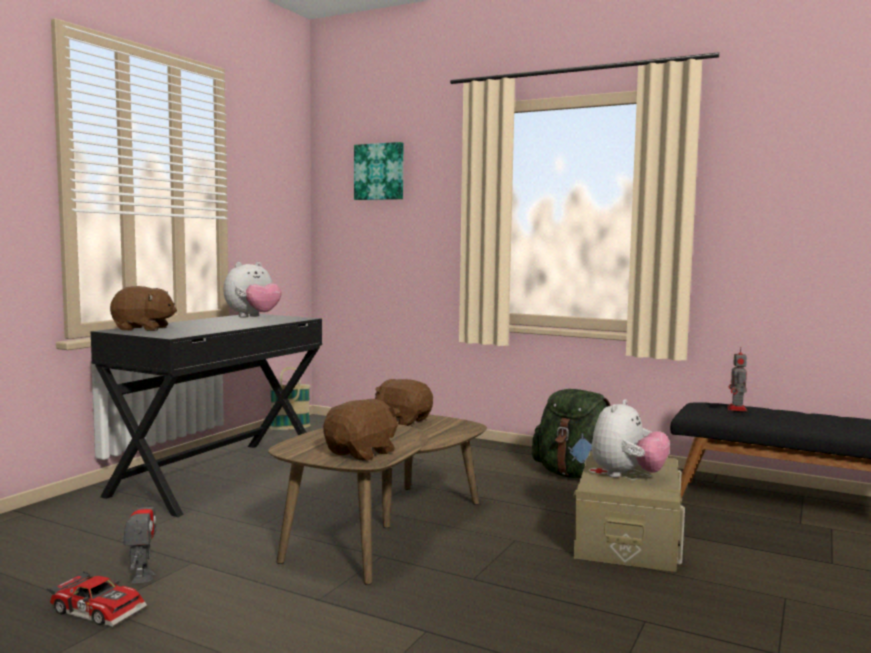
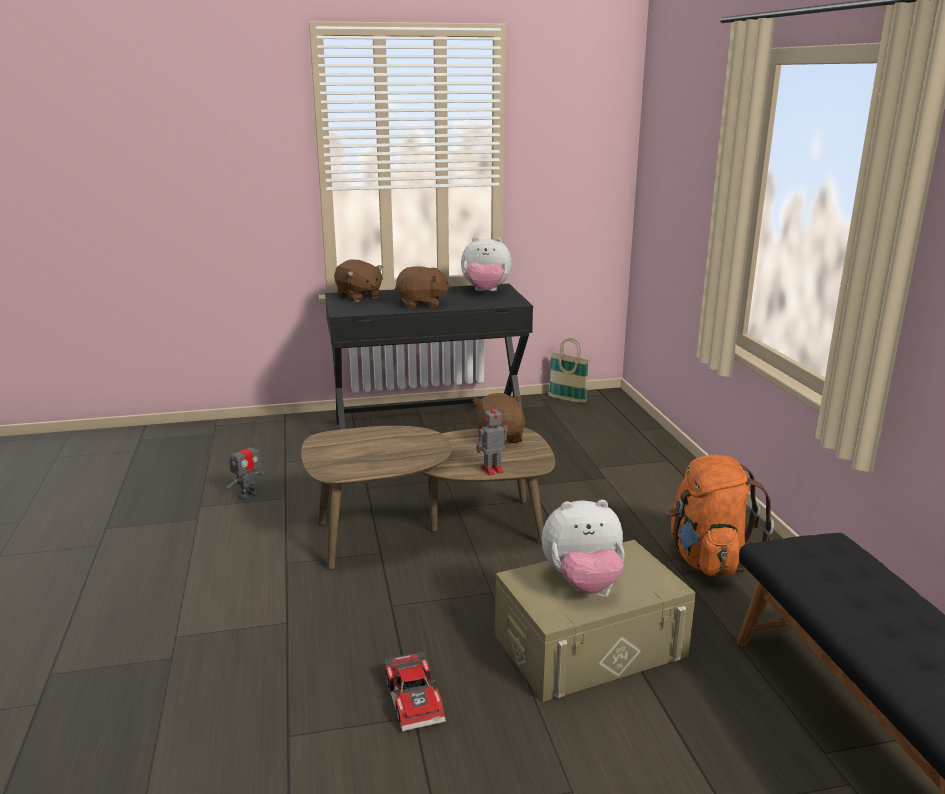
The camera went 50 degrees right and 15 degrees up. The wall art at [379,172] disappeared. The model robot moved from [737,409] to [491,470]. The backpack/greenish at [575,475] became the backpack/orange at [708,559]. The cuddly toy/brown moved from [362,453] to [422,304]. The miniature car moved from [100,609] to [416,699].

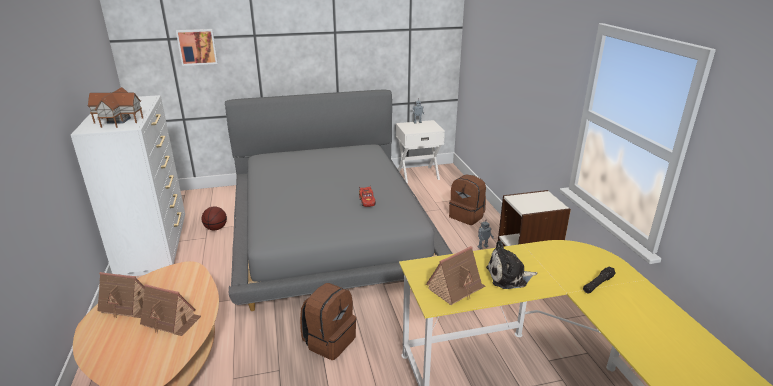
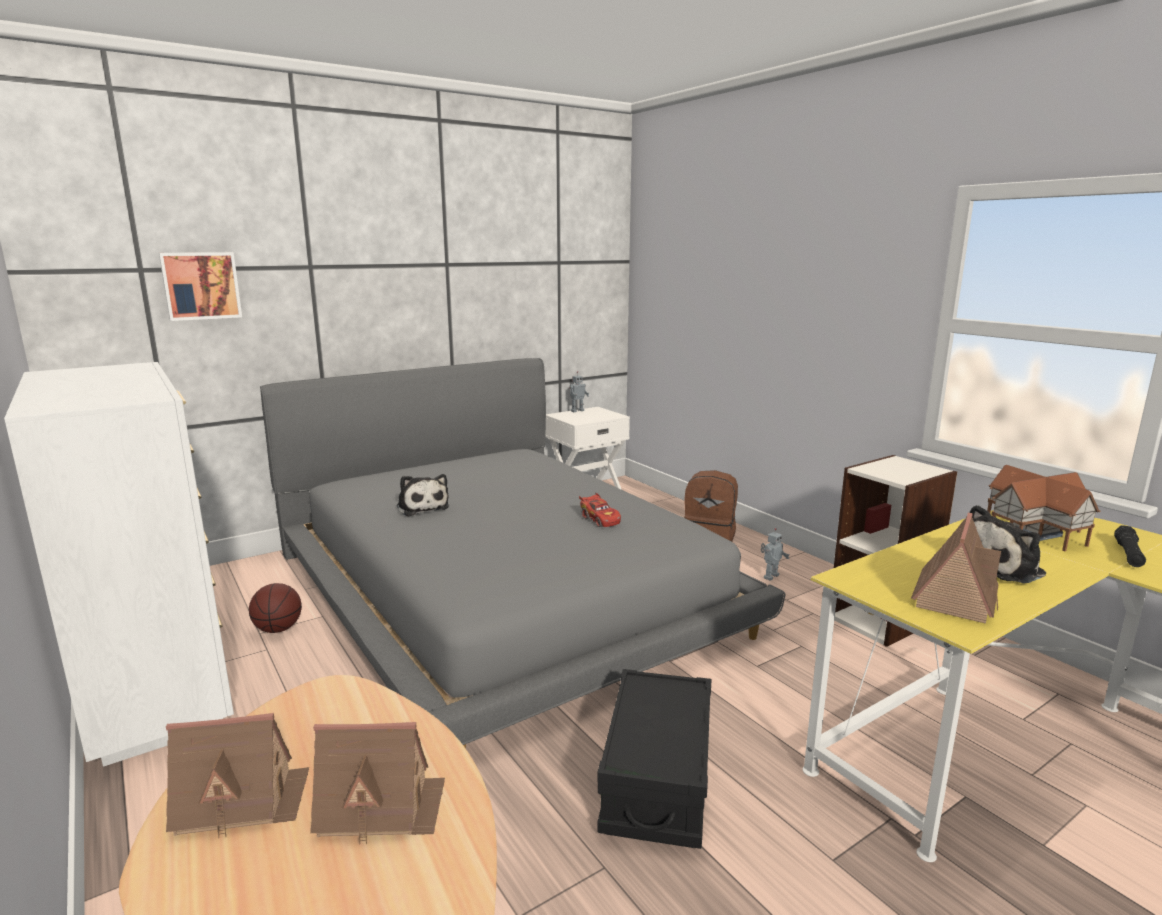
The camera went 20 degrees left and 10 degrees down. The model house moved from [120,120] to [1034,531]. The backpack/brown at [329,341] was replaced by the storage container/black-coloured at [657,781]. The cuddly toy at [422,507] appeared.

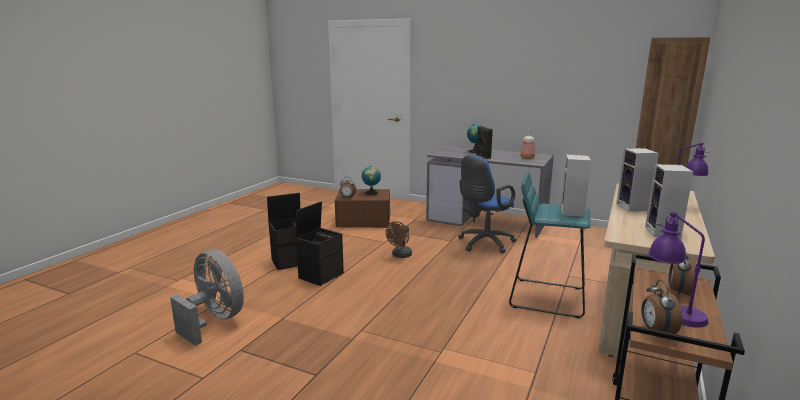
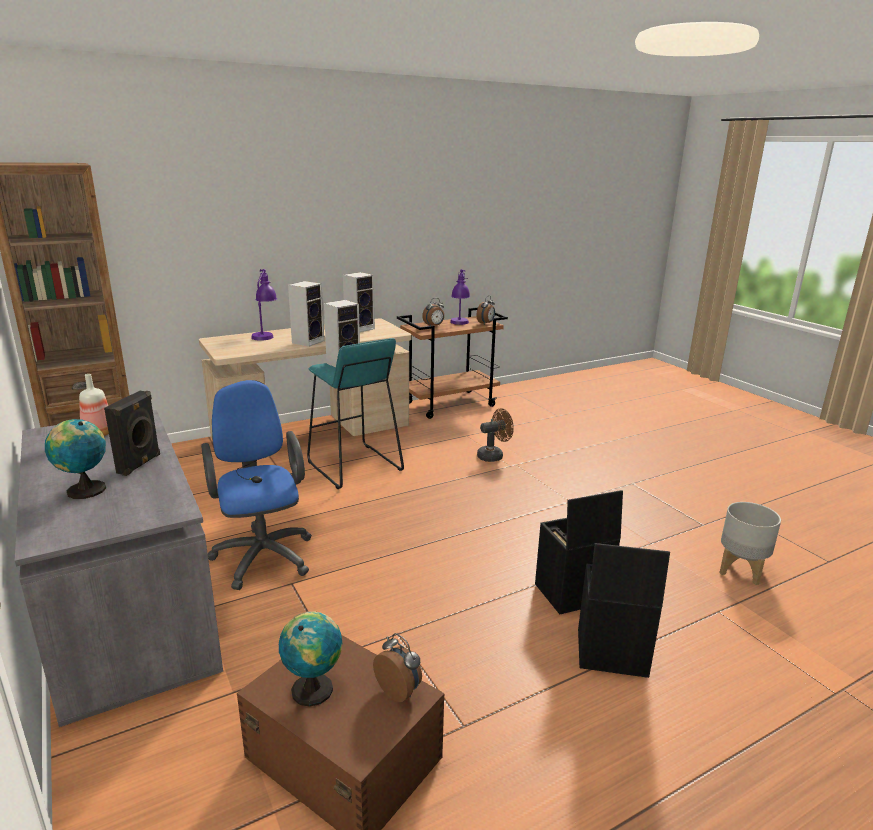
The camera went 145 degrees left and 5 degrees up. The computer chair/bluish at [483,244] turned 105 degrees counterclockwise. The electric fan/brown moved from [400,255] to [493,456]. The electric fan/gray at [214,320] was replaced by the planter/gray at [741,570].

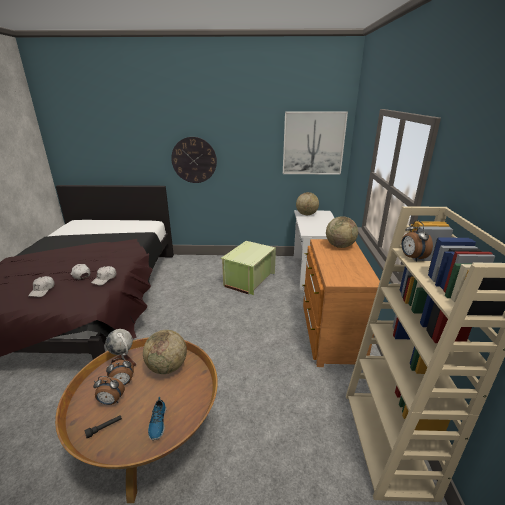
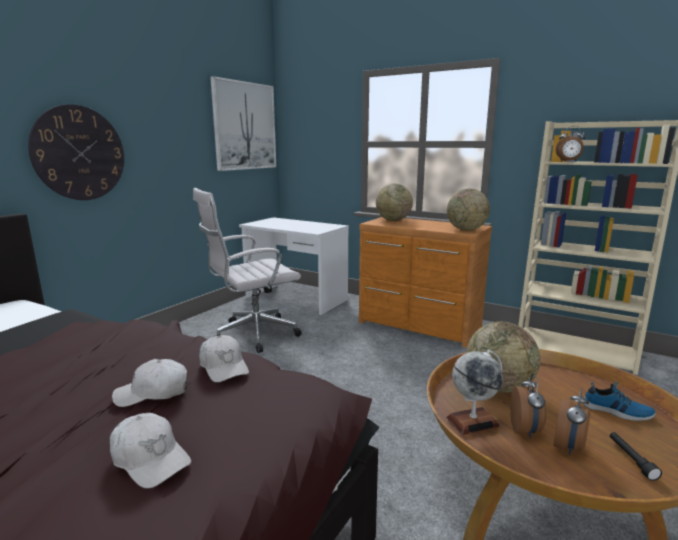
The camera went 60 degrees left and 10 degrees down. The world globe moved from [306,214] to [466,230]. The storage container/greenish at [248,279] was replaced by the computer chair/white at [252,335].

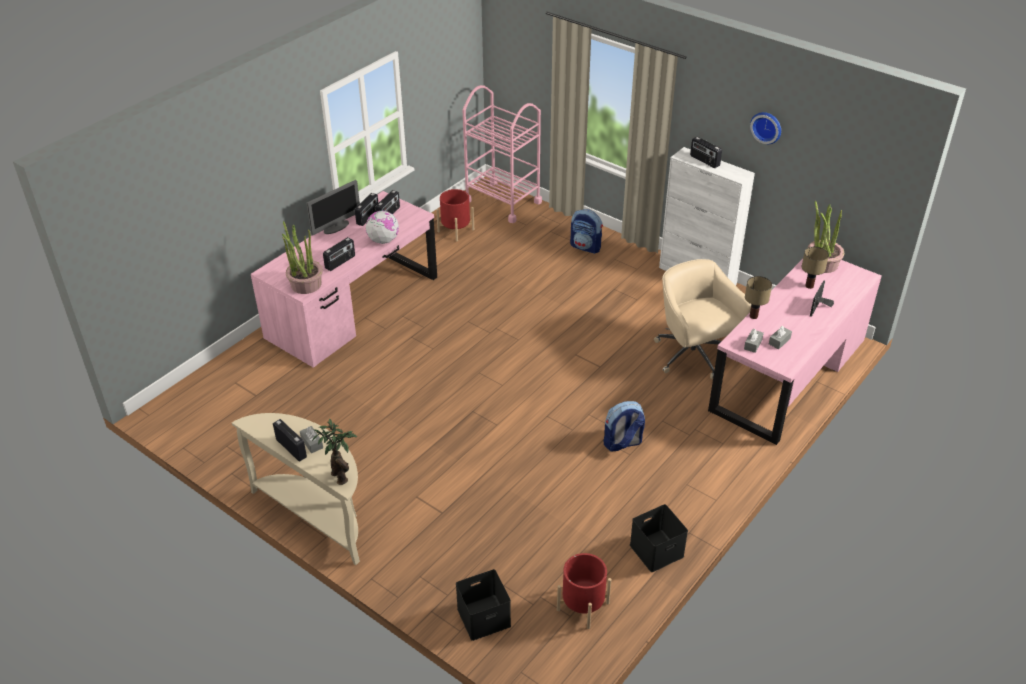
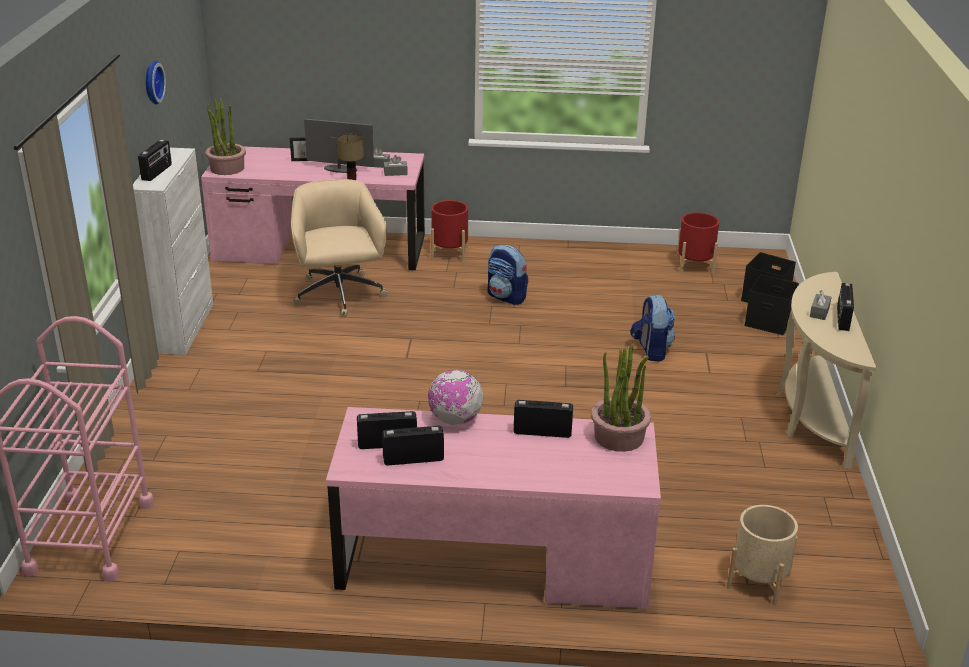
The camera went 125 degrees left and 10 degrees down. The computer screen moved from [336,227] to [340,169]. The planter/red-coloured moved from [456,230] to [449,253]. The backpack moved from [586,247] to [651,350]. The table lamp at [809,286] disappeared. The computer chair/sand-coloured at [693,356] turned 135 degrees clockwise. The potted plant at [340,475] disappeared. The storage container/black-coloured moved from [656,551] to [770,321]. The planter/sand-coloured at [758,581] appeared.

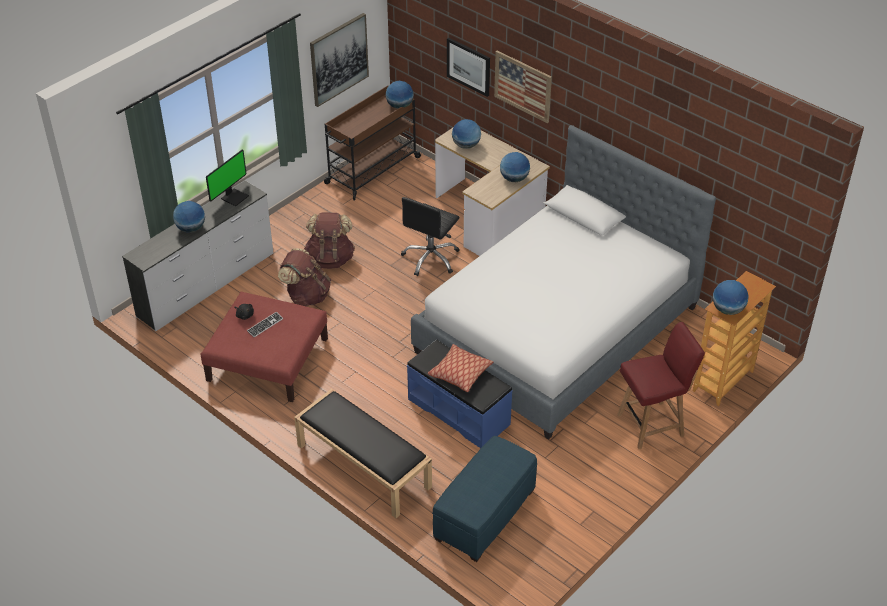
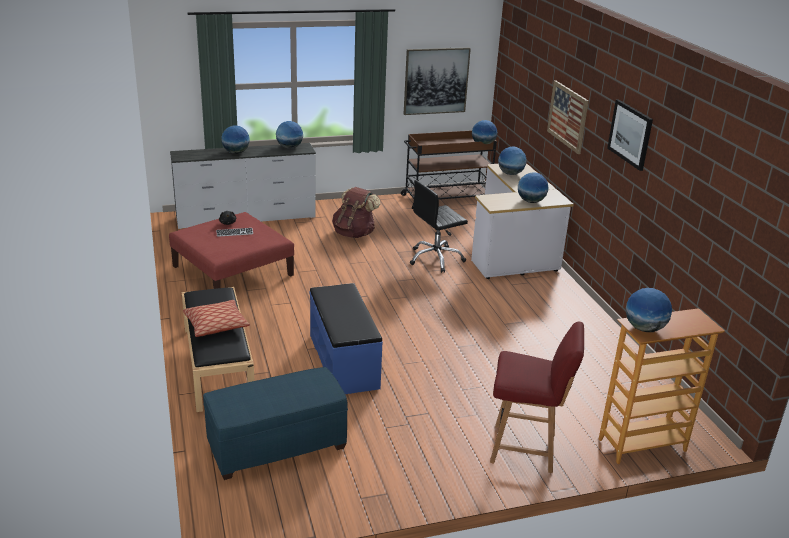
The camera went 30 degrees right and 15 degrees down. The wall art moved from [468,66] to [630,134]. The bed at [557,329] disappeared. The computer screen at [234,197] was replaced by the world globe at [289,147]. The backpack/brown at [306,296] disappeared. The throw pillow moved from [460,373] to [216,325].

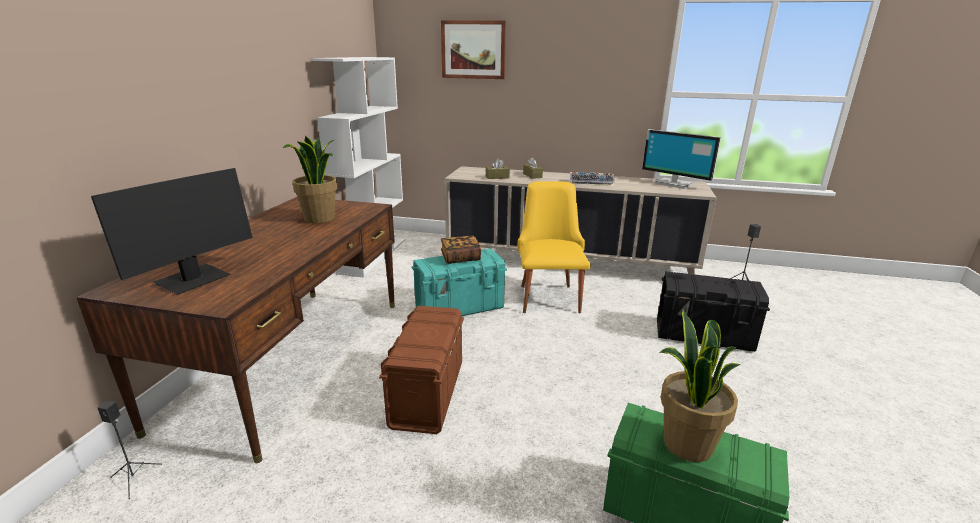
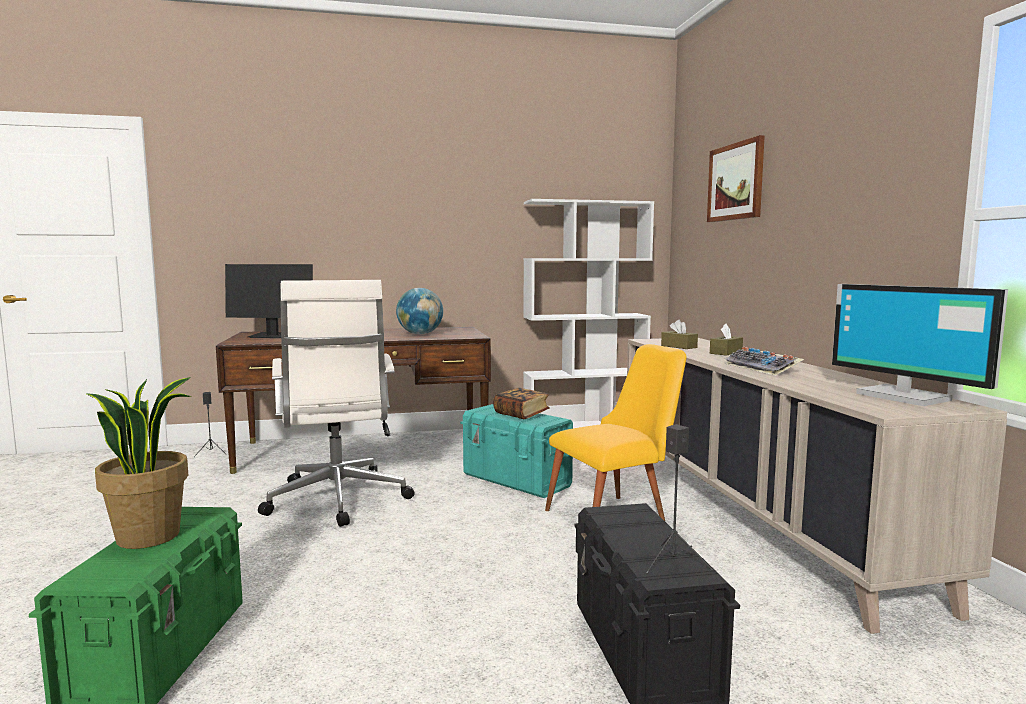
The camera went 65 degrees right and 15 degrees down. The computer screen at [674,184] turned 45 degrees counterclockwise. The potted plant at [319,219] was replaced by the world globe at [420,334]. The storage container/brown at [427,394] was replaced by the computer chair/white at [337,500].

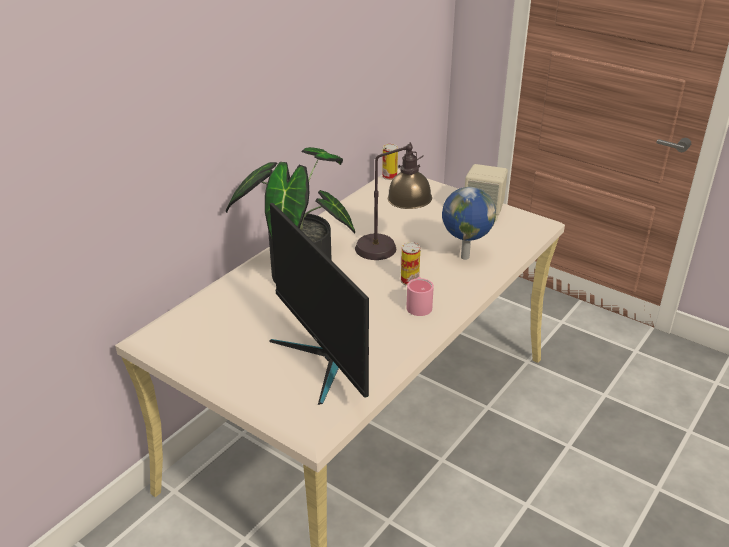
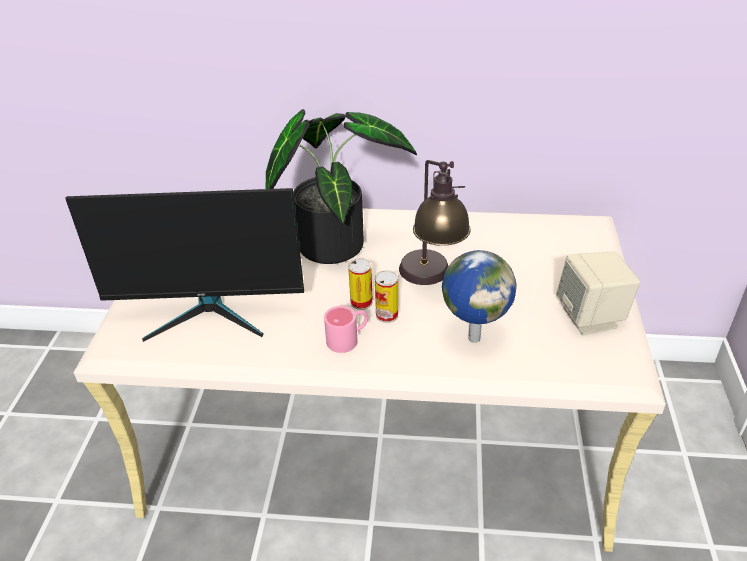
The camera went 60 degrees right and 5 degrees up. The sealed can moved from [389,176] to [361,302]. The computer screen at [324,360] turned 120 degrees counterclockwise.

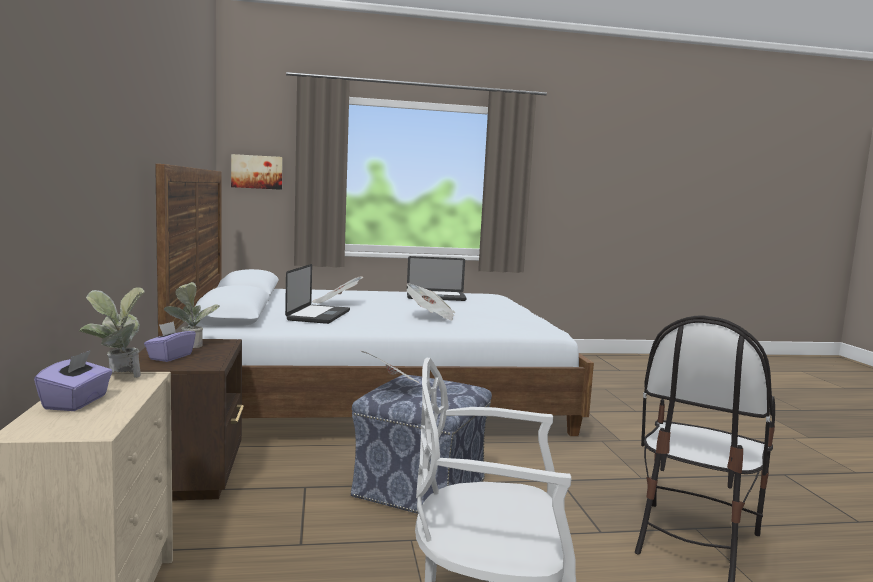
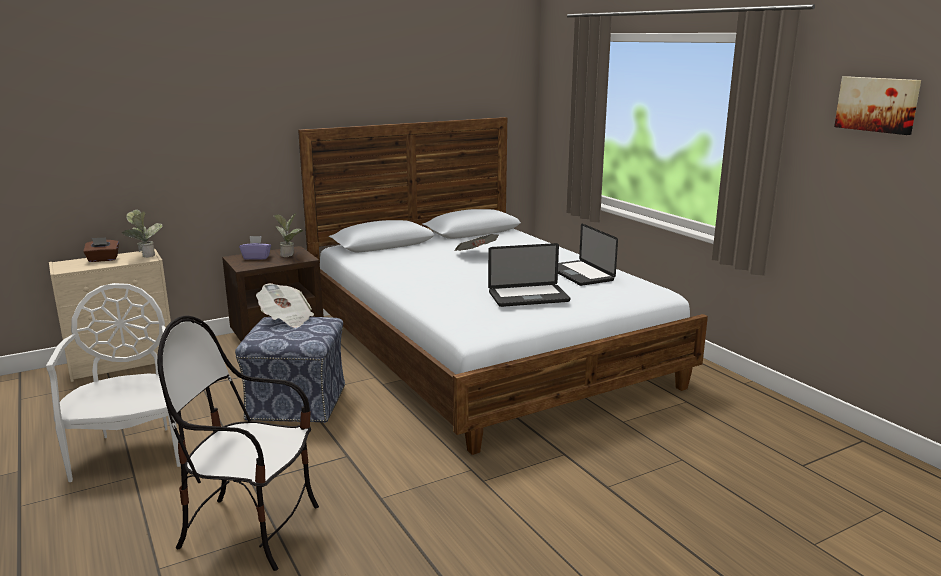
The camera went 70 degrees right and 10 degrees up. The wall art moved from [257,172] to [877,104]. The portable computer moved from [319,315] to [528,297]. The newspaper at [431,316] disappeared. The tissue holder/purple at [76,402] became the tissue holder/brown at [103,259].

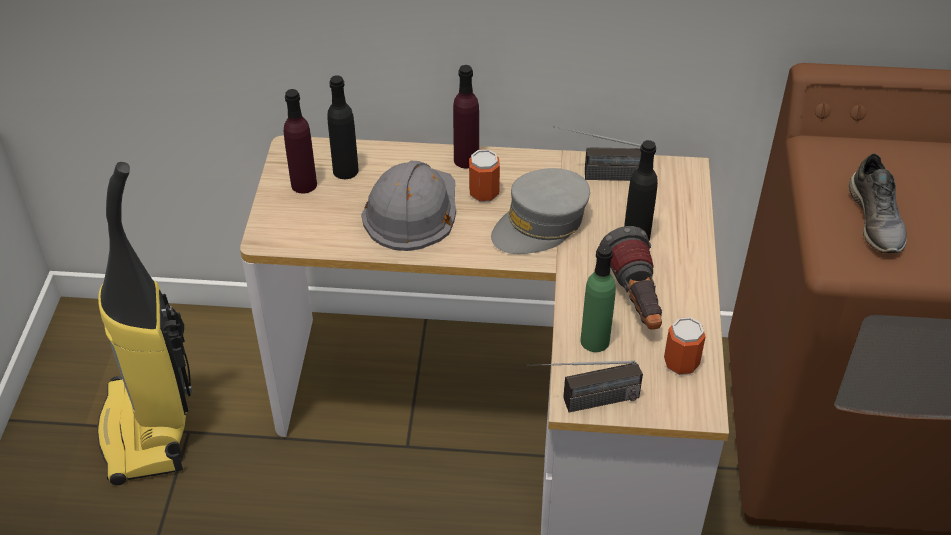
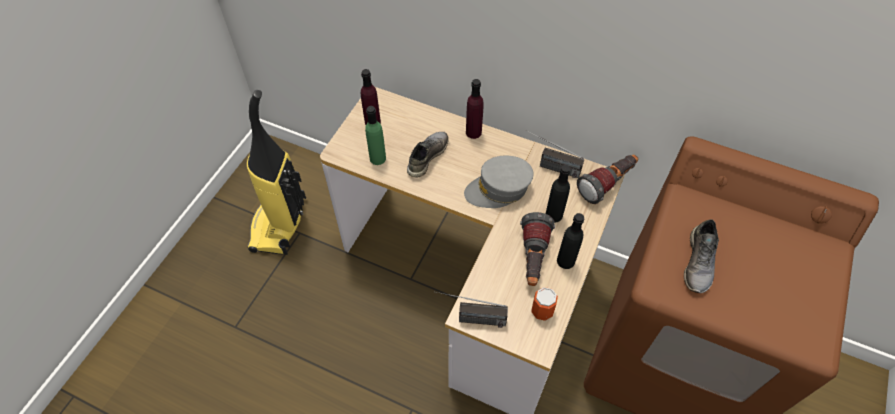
The camera went 20 degrees right and 10 degrees up. The beverage bottle/black-coloured moved from [345,170] to [565,261]. The sealed can at [484,193] disappeared. The work helmet/gray at [411,209] was replaced by the item of footwear/gray at [427,156]. The beverage bottle/greenish moved from [595,341] to [377,158]. The flashlight at [607,184] appeared.

